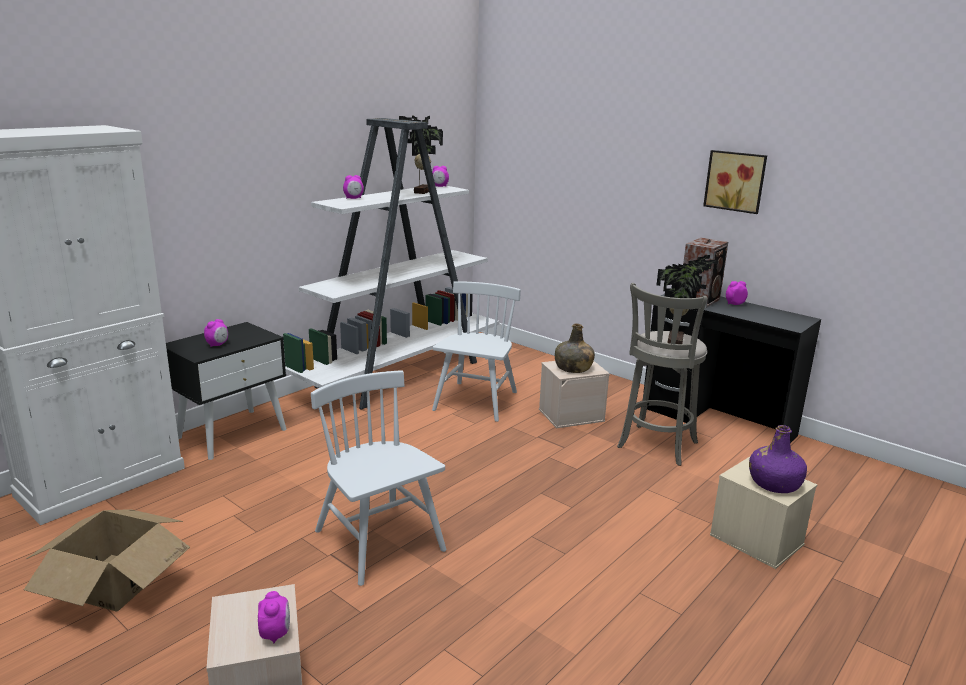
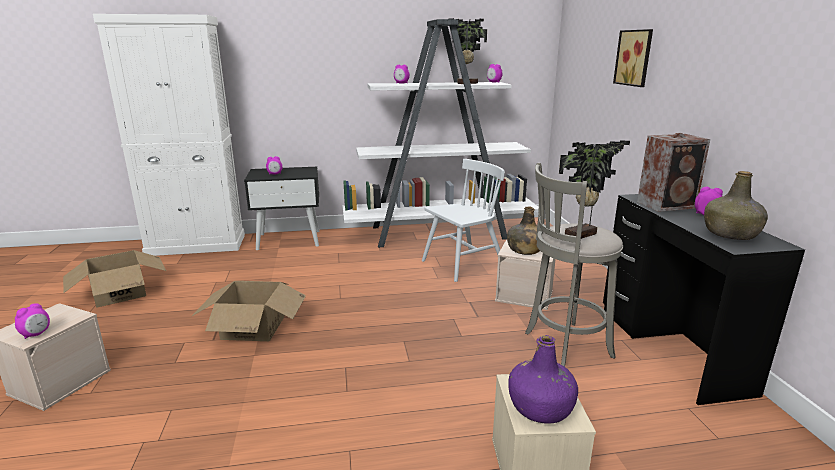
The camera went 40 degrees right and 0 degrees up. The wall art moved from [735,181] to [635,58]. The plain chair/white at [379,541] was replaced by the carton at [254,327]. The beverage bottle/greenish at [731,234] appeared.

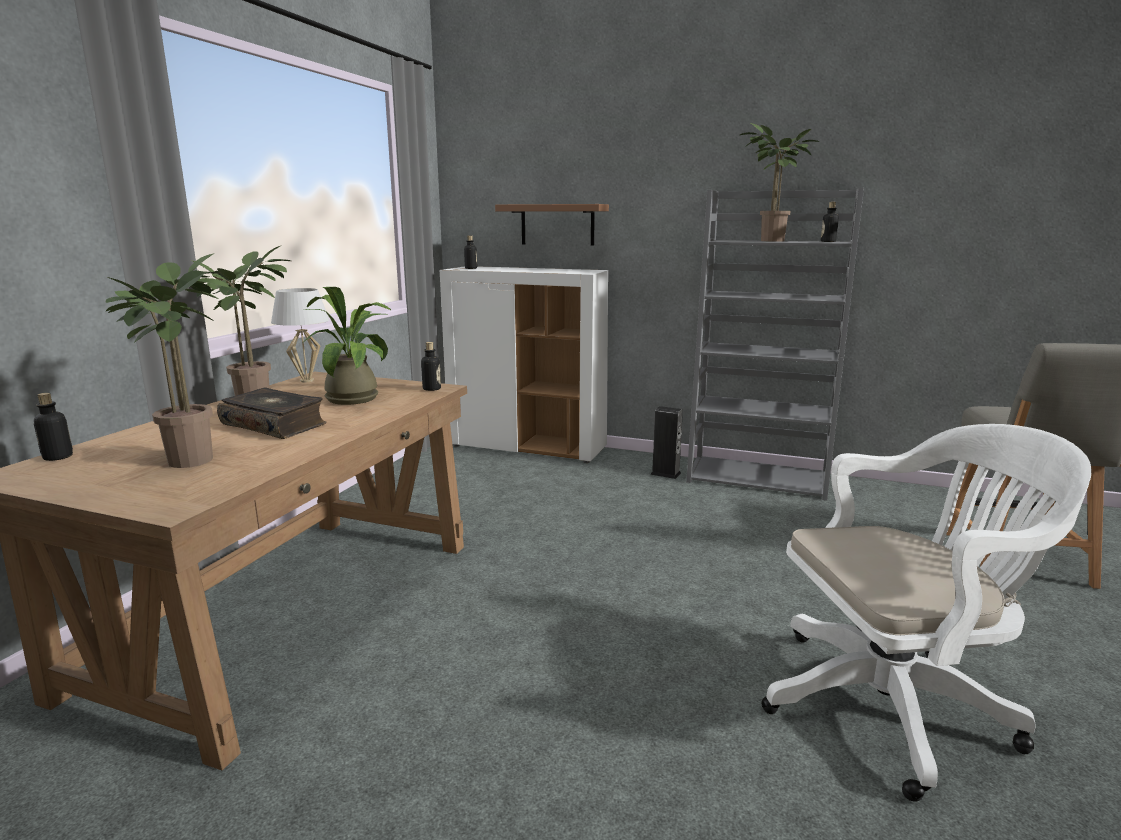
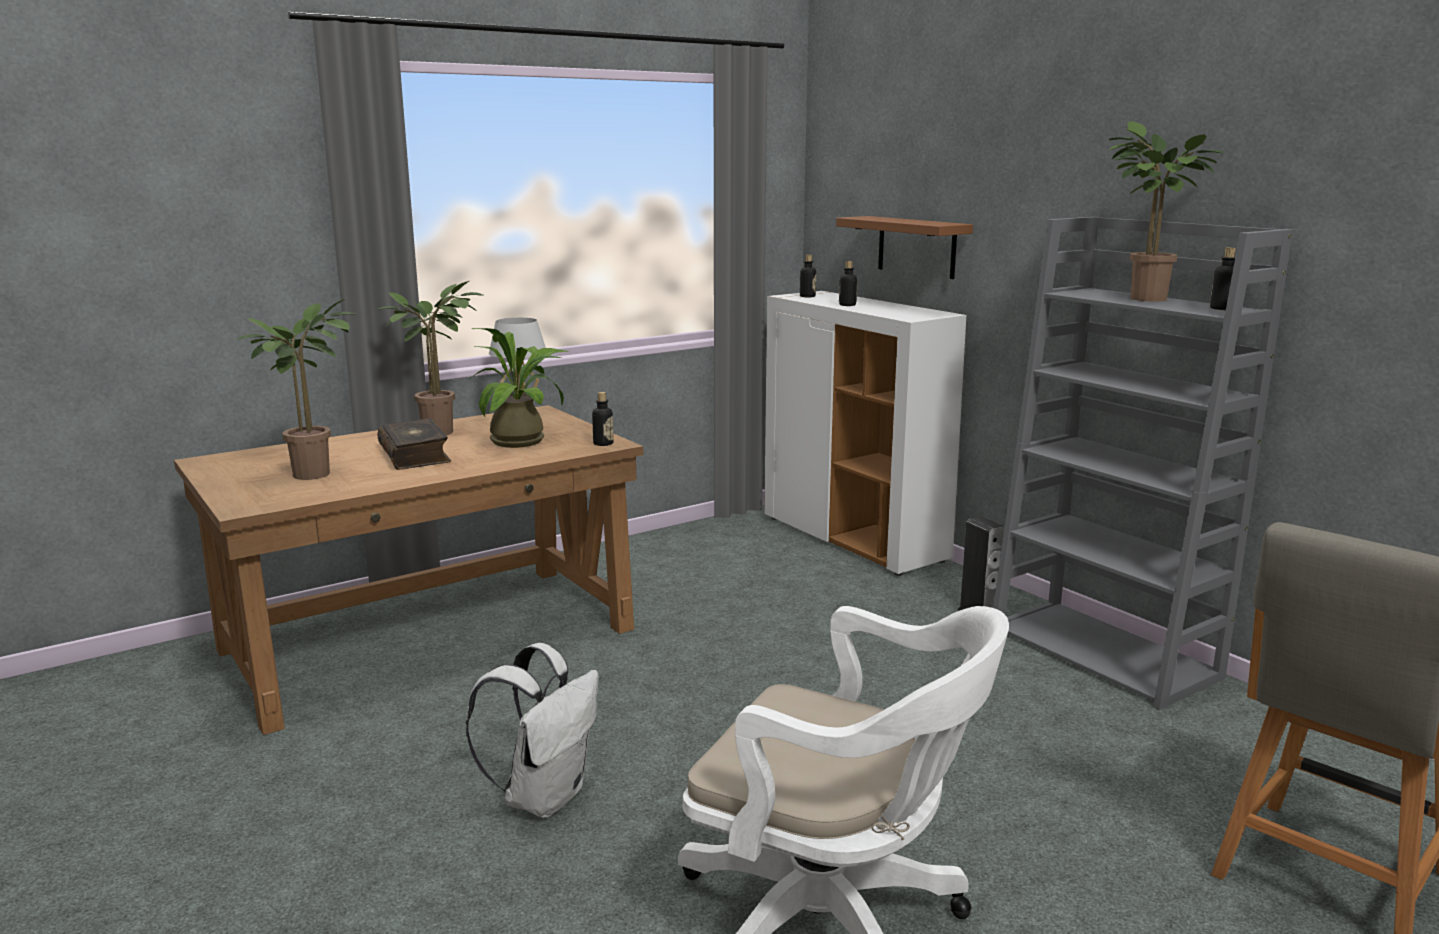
The camera went 35 degrees right and 0 degrees up. The beverage bottle moved from [58,457] to [847,305]. The backpack/white at [544,796] appeared.

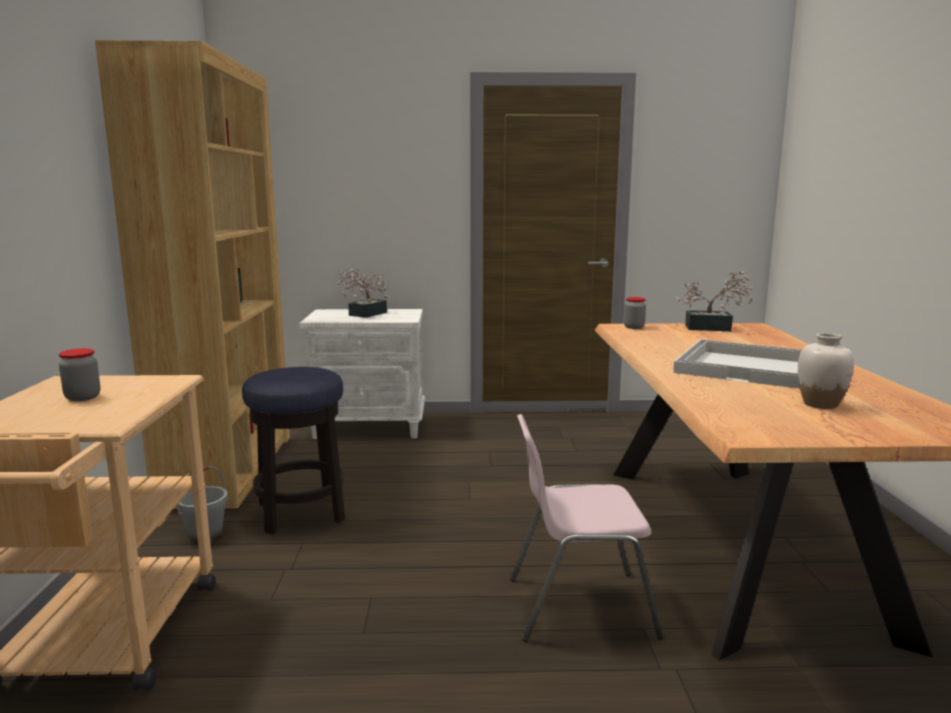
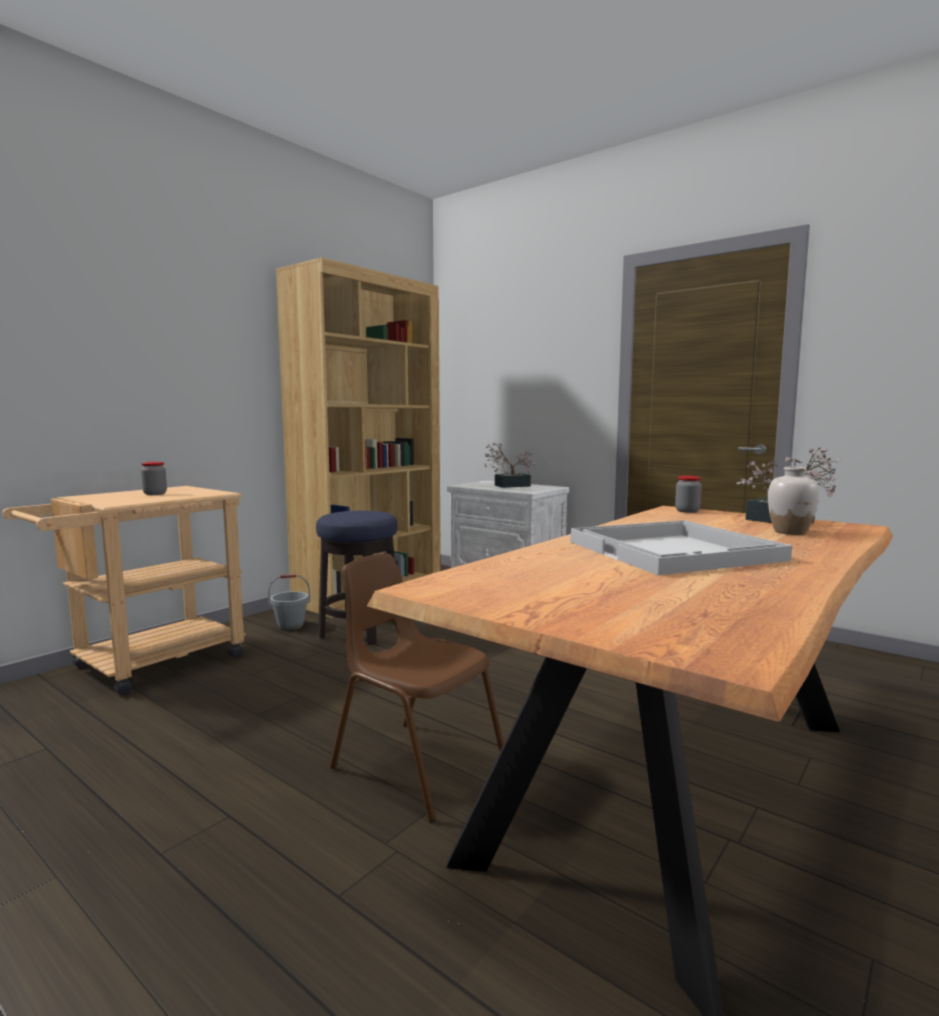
The camera went 40 degrees right and 5 degrees down. The flower vase/white moved from [820,404] to [790,532]. The plain chair/pink-coloured at [577,605] became the plain chair/brown at [416,764].

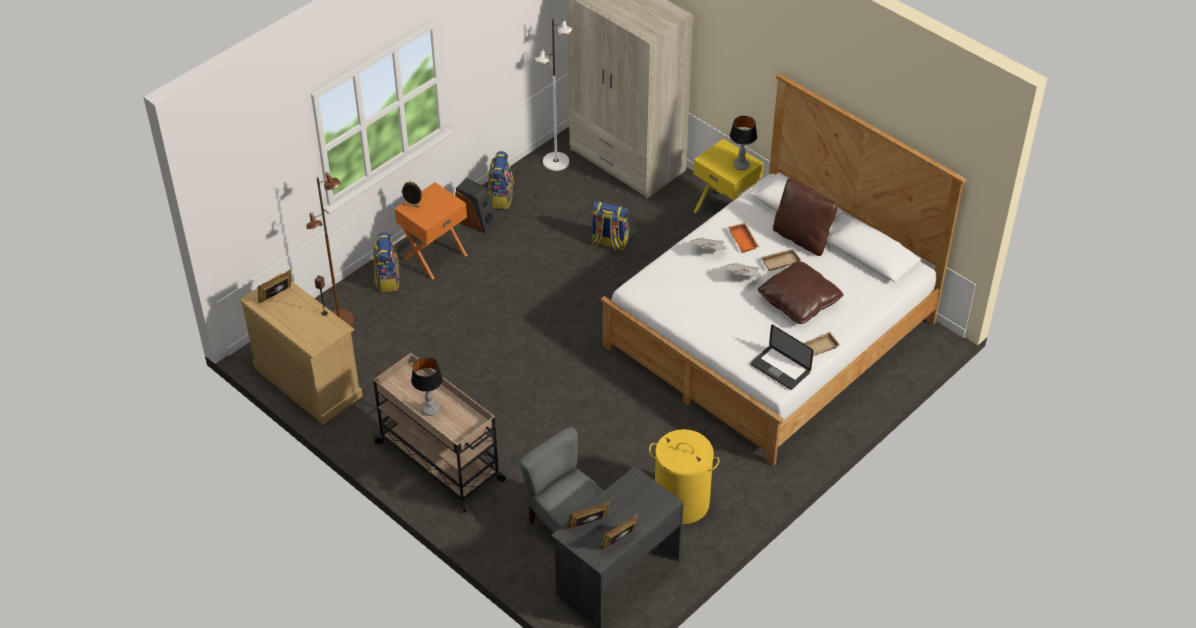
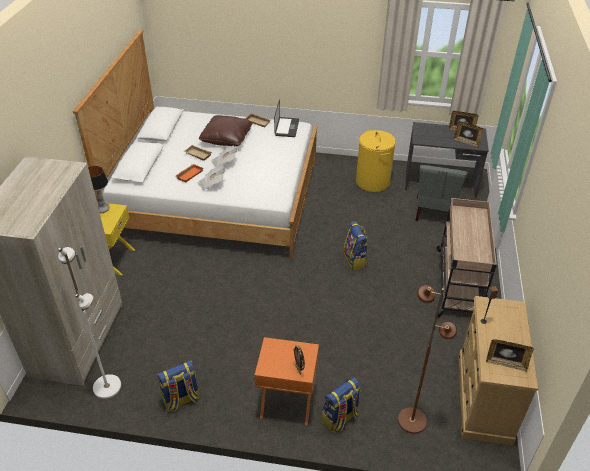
The camera went 125 degrees left and 5 degrees down. The loudspeaker at [476,221] disappeared. The throw pillow/brown at [802,238] disappeared. The backpack moved from [609,242] to [355,260]. The table lamp at [430,410] disappeared.

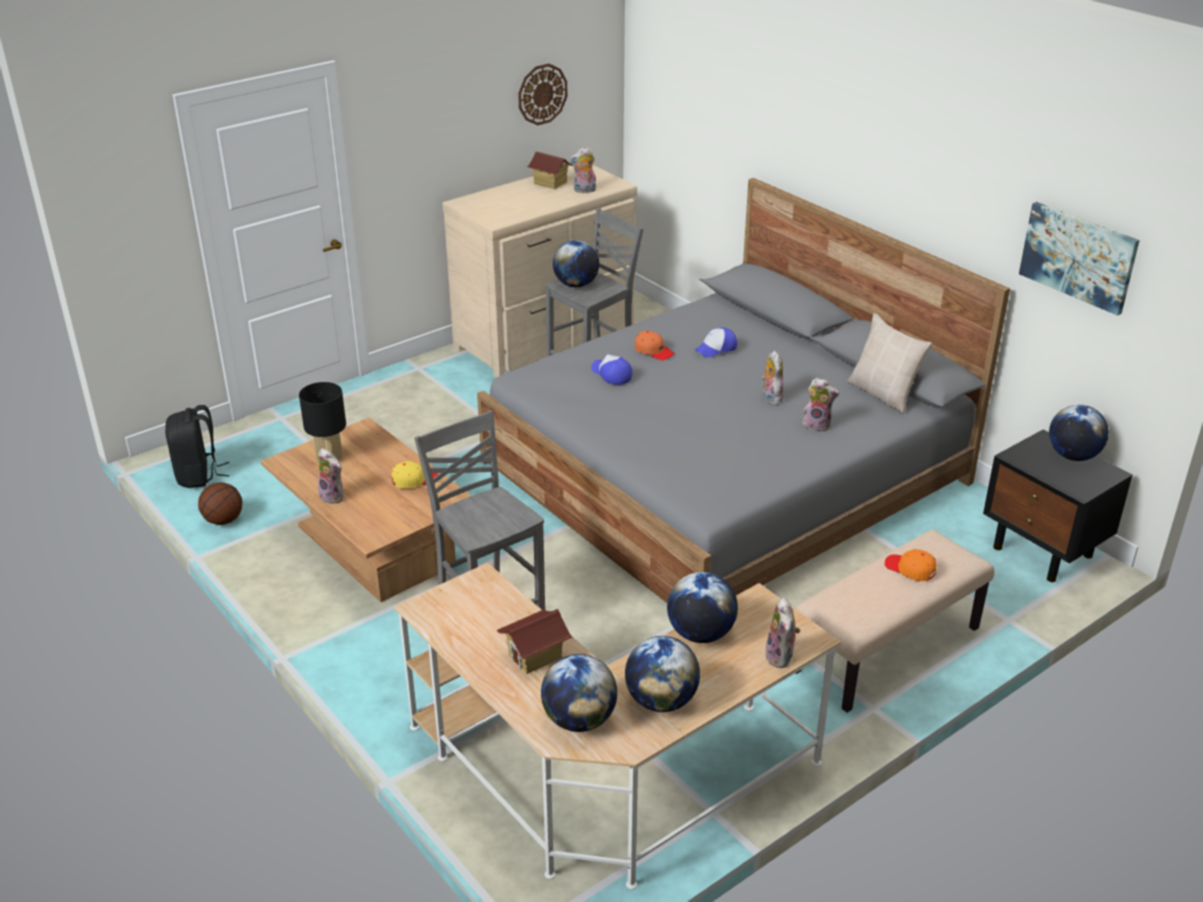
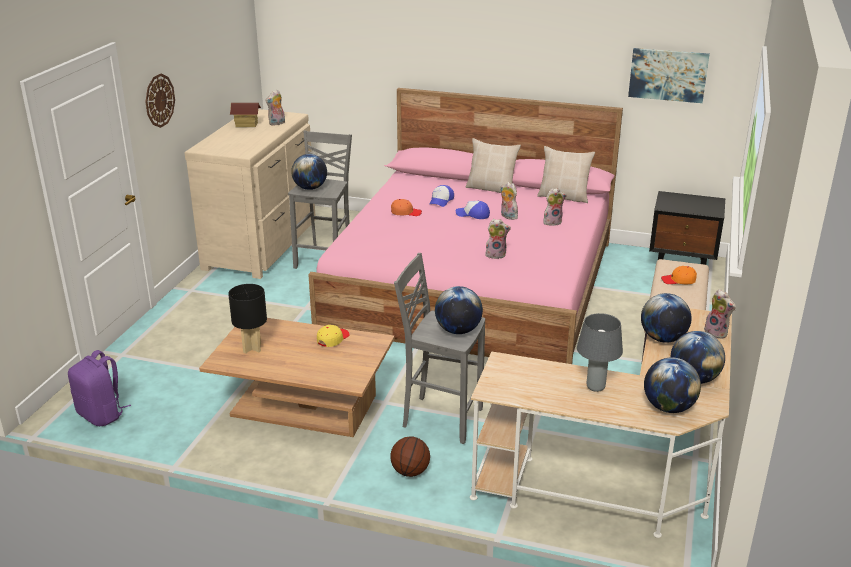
The camera went 35 degrees left and 5 degrees down. The hanging clock moved from [542,94] to [159,100]. The bed/gray at [725,472] became the bed/pink-coloured at [473,283]. The peaked cap moved from [611,374] to [473,214]. The backpack/black-coloured at [198,475] became the backpack/purple at [102,415]. The world globe moved from [1072,456] to [458,330]. The cuddly toy moved from [334,496] to [496,255]. The basketball moved from [223,520] to [410,472]. The model house at [535,656] was replaced by the table lamp/gray at [596,387]. The throw pillow/sand-coloured at [491,188] appeared.

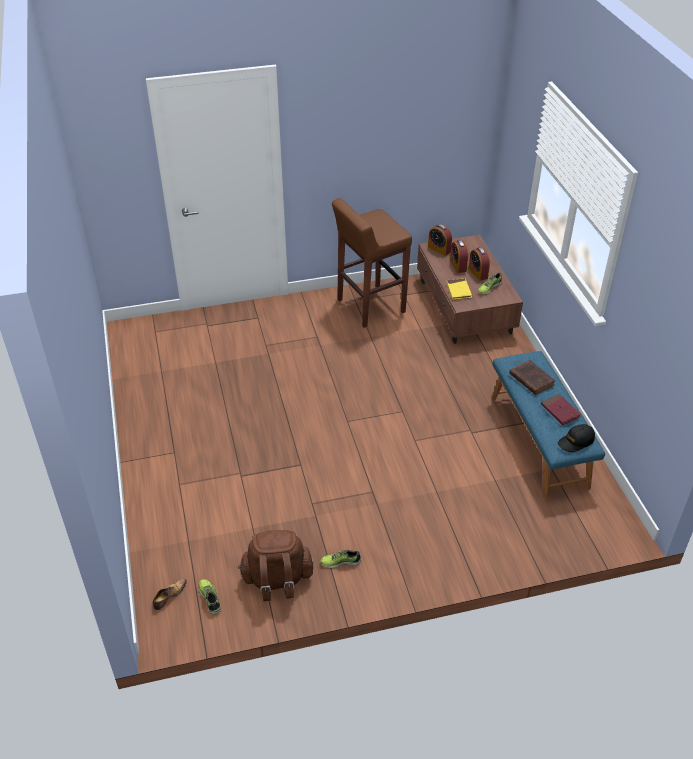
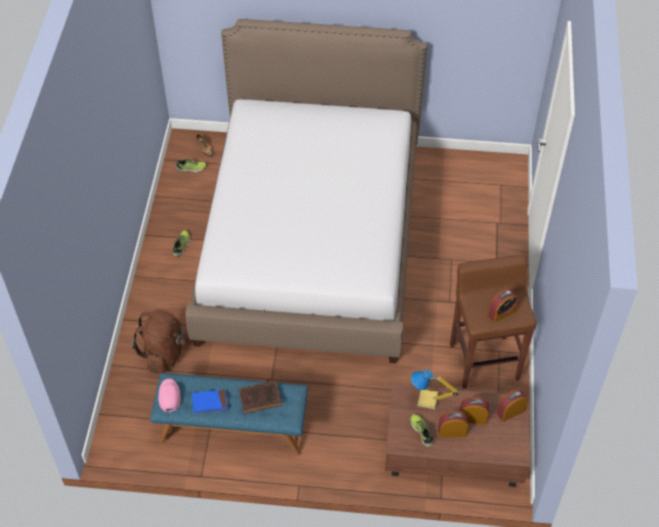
The camera went 110 degrees right and 10 degrees up. The volume/yellow-coloured at [458,290] was replaced by the table lamp at [427,401]. The volume/red-coloured at [560,411] became the volume/bluish at [209,402]. The peaked cap/black-coloured at [576,441] became the peaked cap/pink-coloured at [169,396]. The backpack/brown moved from [277,580] to [164,353]. The bed at [311,242] appeared. The alarm clock at [501,313] appeared.

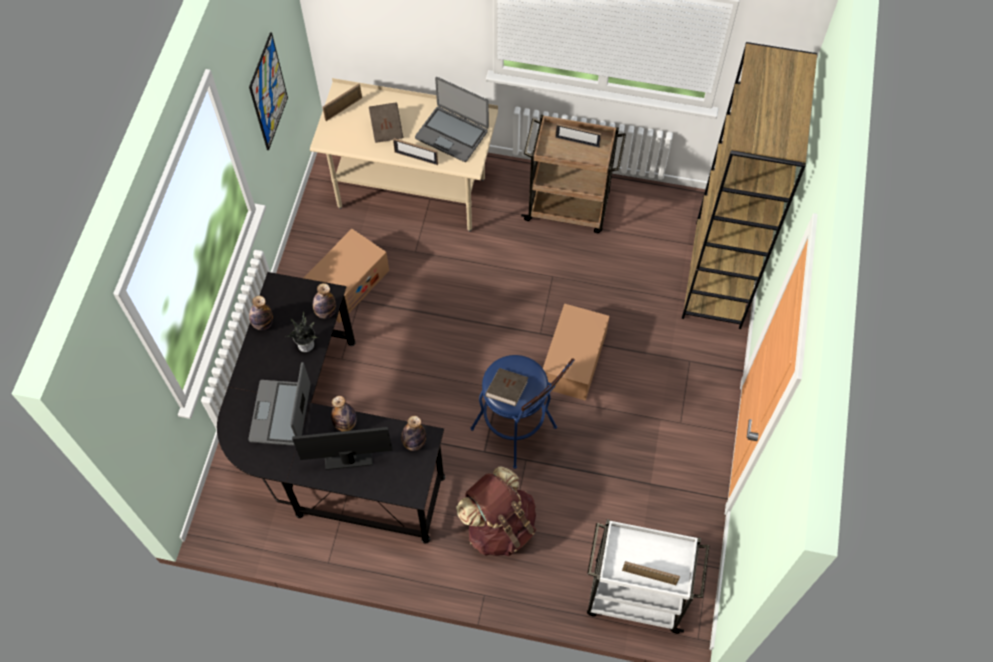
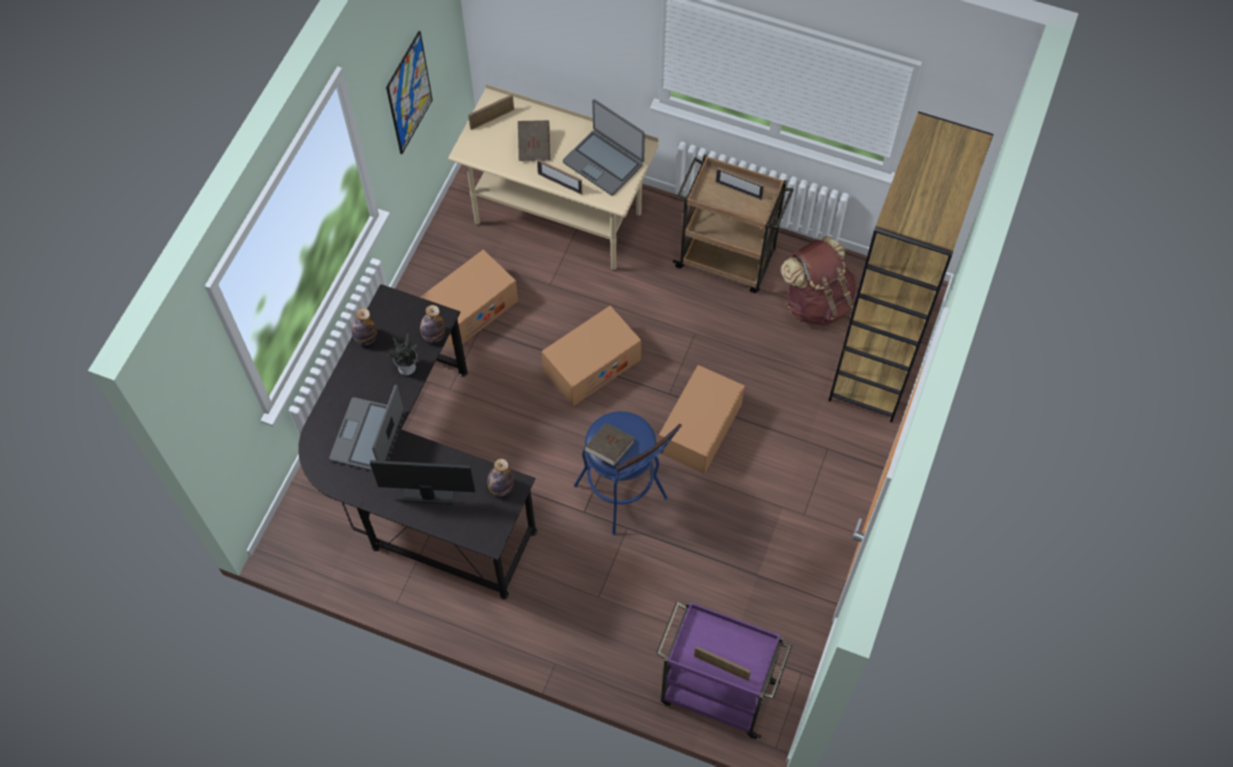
The camera went 10 degrees right and 0 degrees up. The beverage bottle at [345,424] disappeared. The backpack/brown moved from [499,526] to [817,302]. The trolley/white at [634,596] became the trolley/purple at [715,691]. The carton at [592,365] appeared.

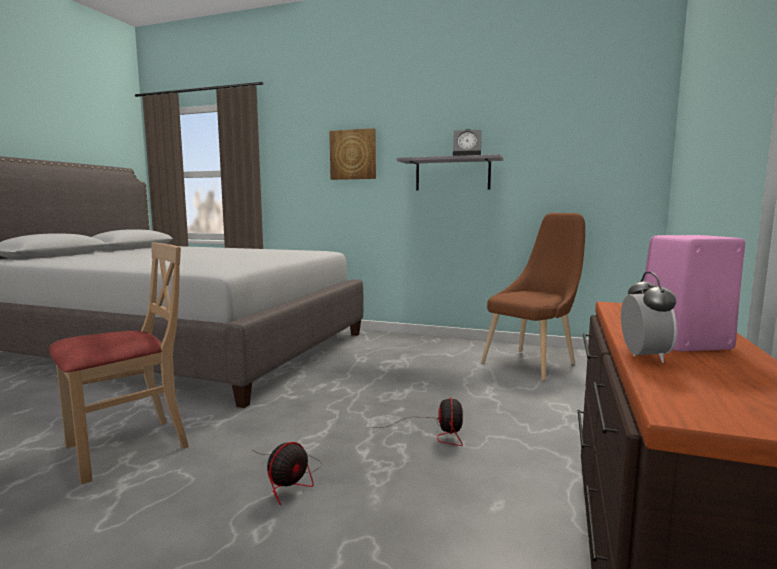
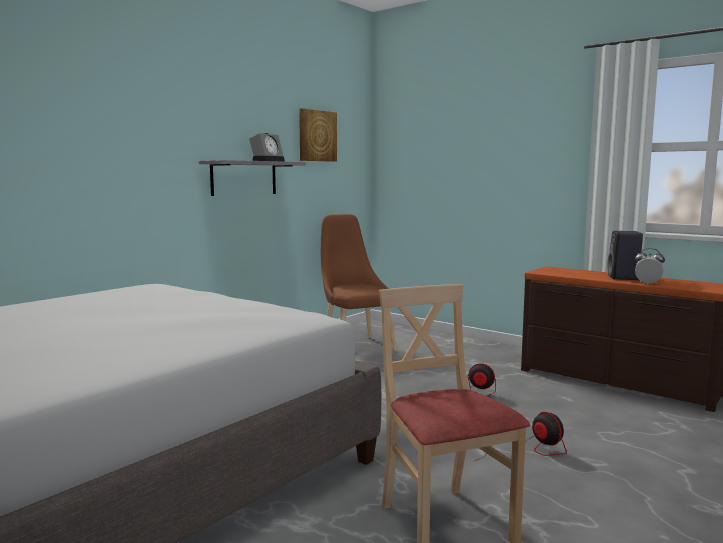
The camera went 70 degrees left and 0 degrees up. The wall art moved from [353,154] to [317,136]. The loudspeaker/pink-coloured at [682,343] became the loudspeaker/black-coloured at [624,278].

